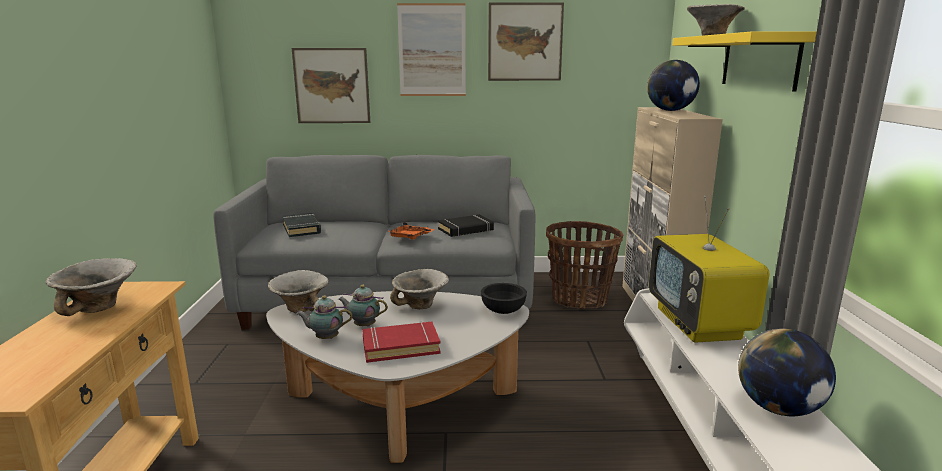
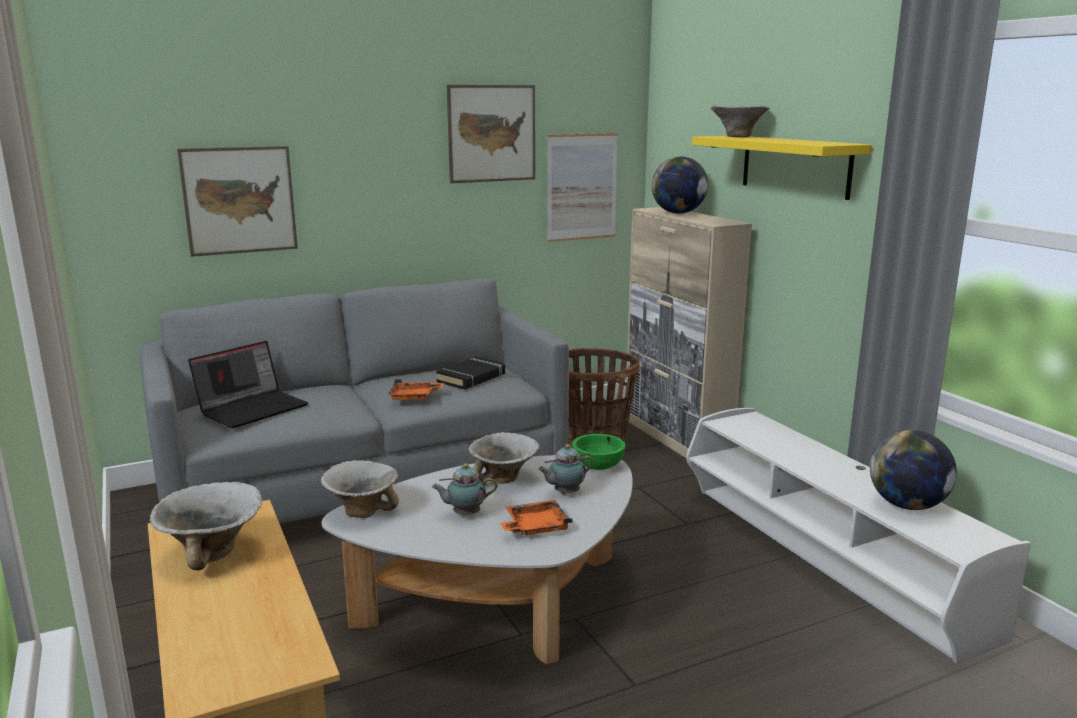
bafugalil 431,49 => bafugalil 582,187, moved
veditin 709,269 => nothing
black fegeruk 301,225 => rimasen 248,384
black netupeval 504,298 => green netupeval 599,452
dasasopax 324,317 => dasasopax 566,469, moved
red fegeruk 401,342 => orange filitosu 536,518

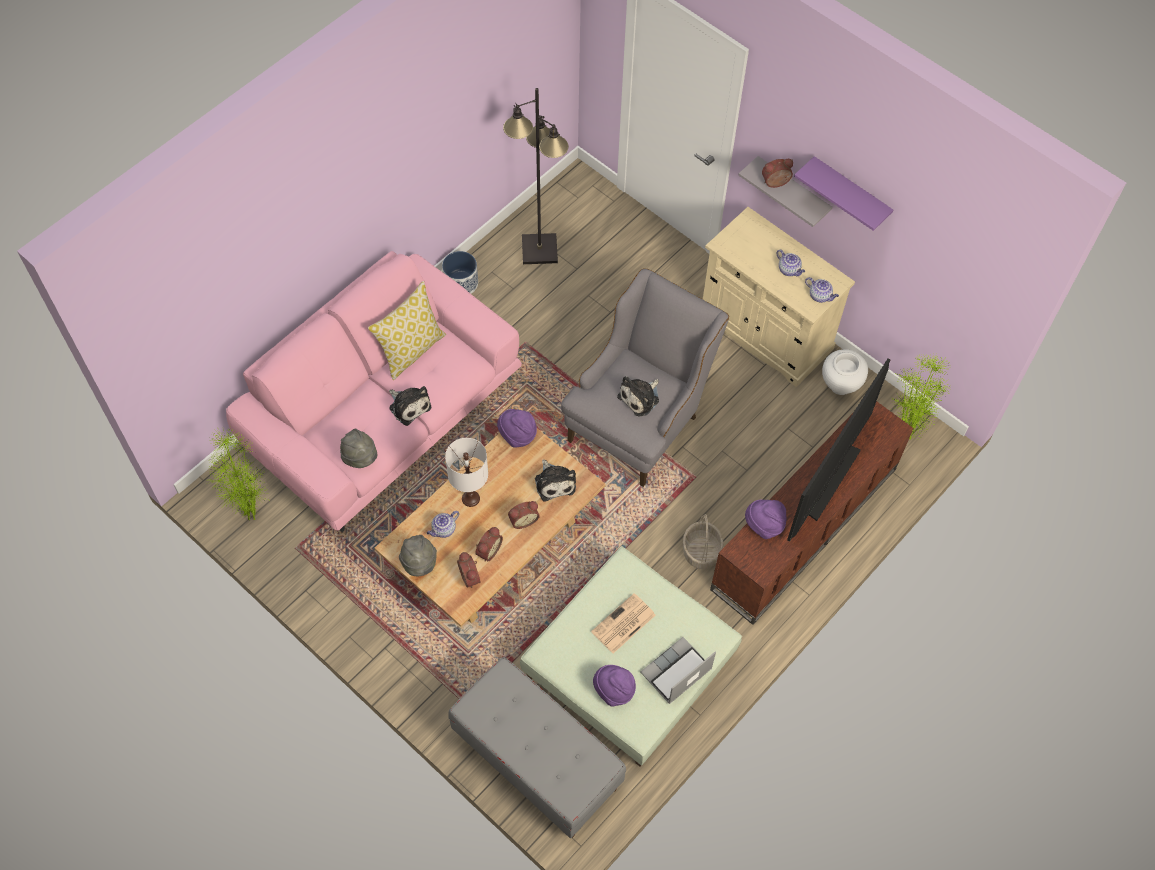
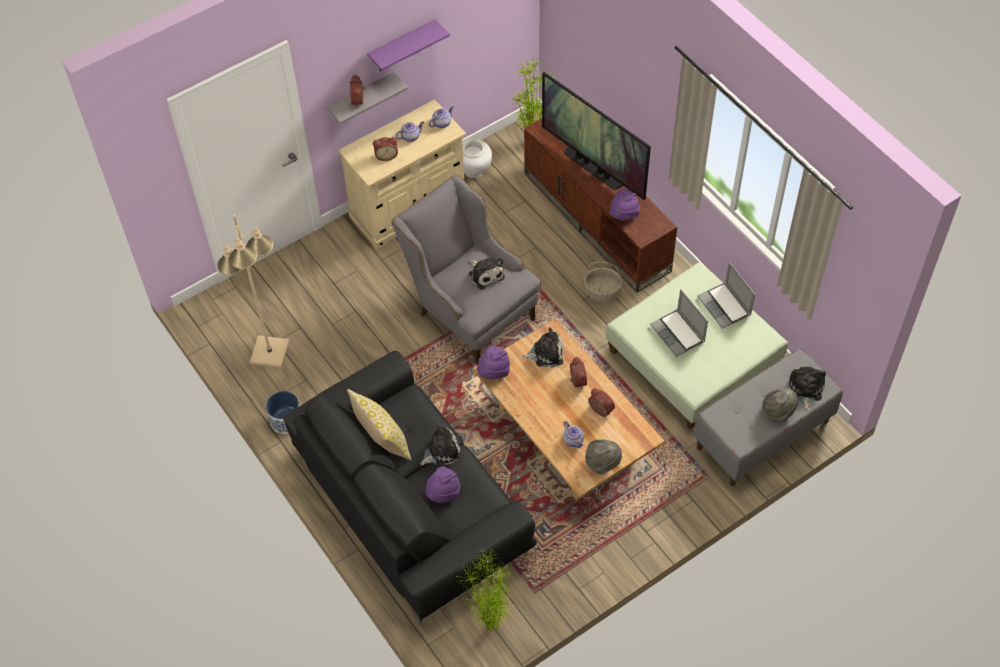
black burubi 536,176 => beige burubi 254,291
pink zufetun 374,391 => black zufetun 410,487
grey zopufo 358,448 => grey zopufo 780,404, moved
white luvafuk 466,472 => nothing
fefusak 468,570 => fefusak 385,149, moved
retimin 623,623 => rimasen 679,323
purple zopufo 614,686 => purple zopufo 442,485, moved
nothing => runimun 807,388

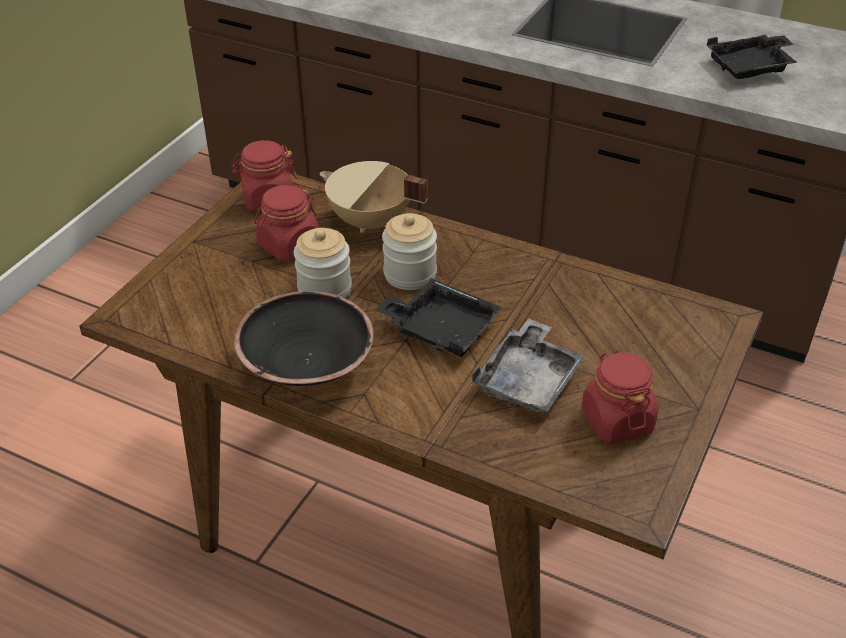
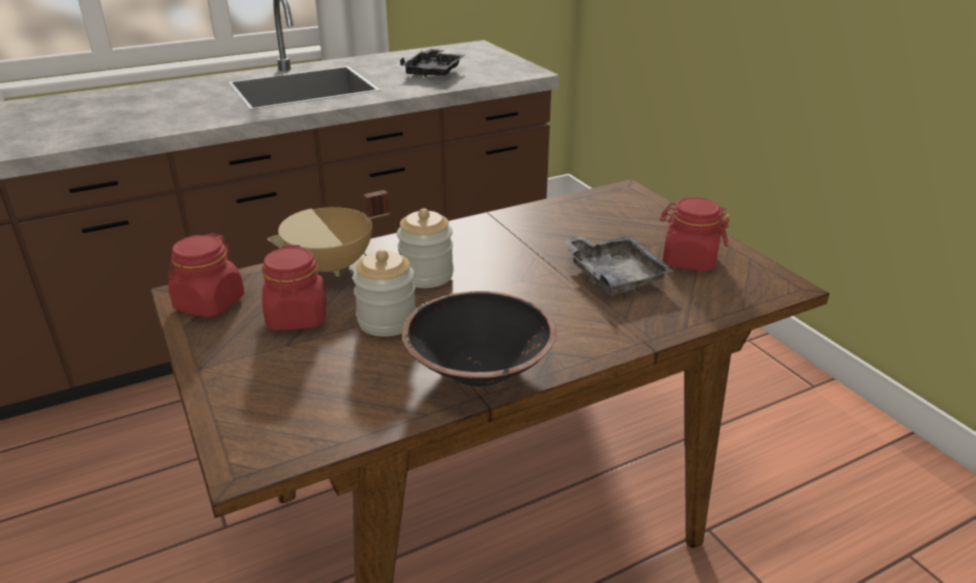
black filitosu 438,317 => nothing

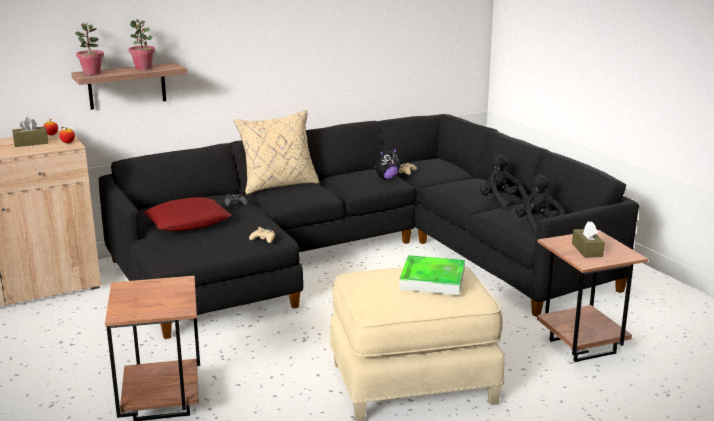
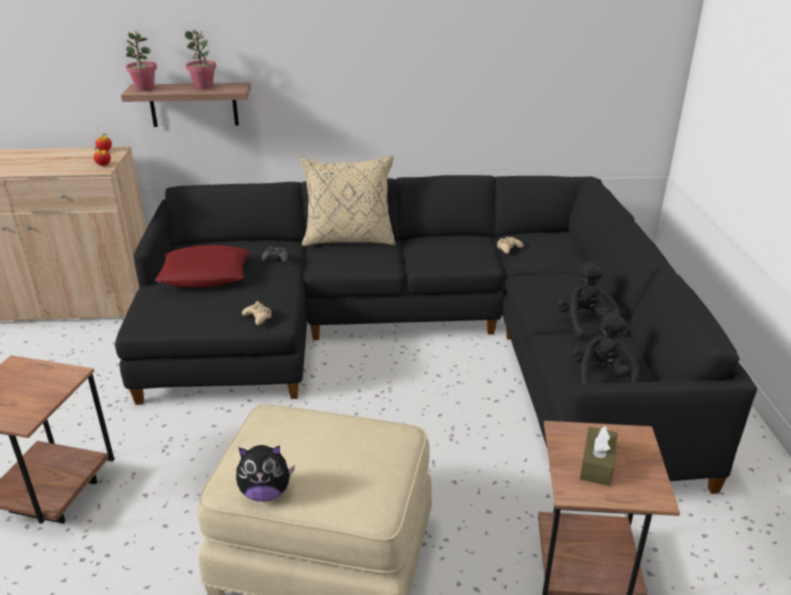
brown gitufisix 30,132 => nothing
runimun 387,163 => runimun 265,473, moved
filitosu 432,275 => nothing

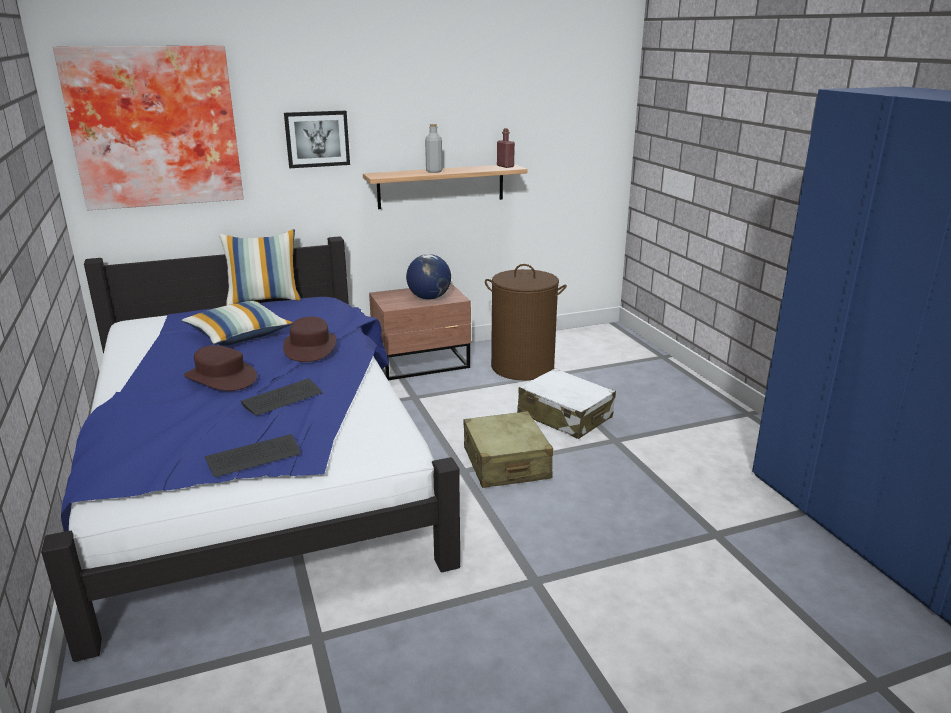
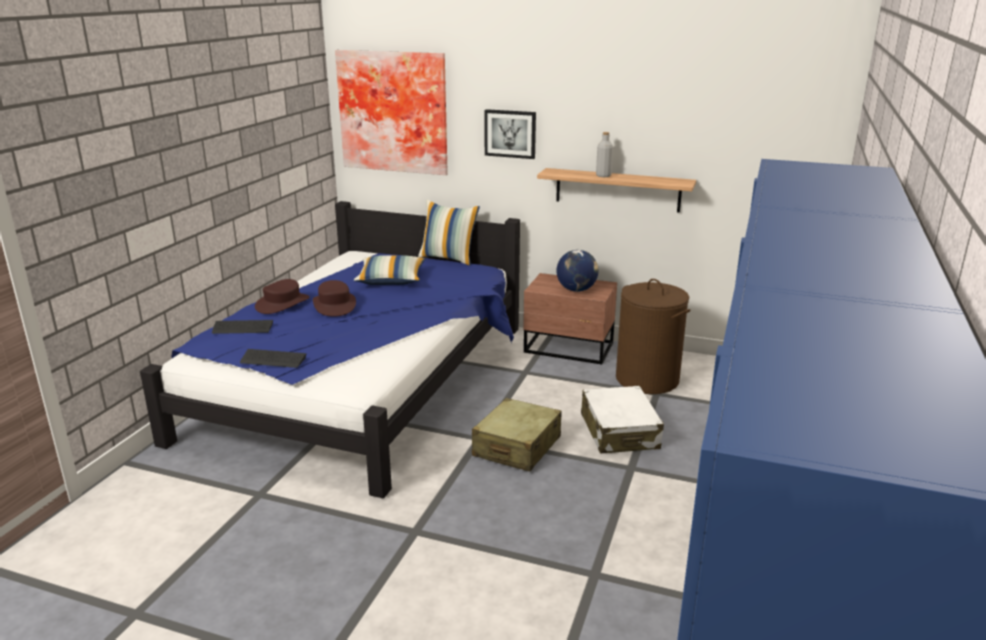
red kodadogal 506,148 => nothing
brown zopufo 309,339 => brown zopufo 282,296, moved
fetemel 281,397 => fetemel 242,327, moved

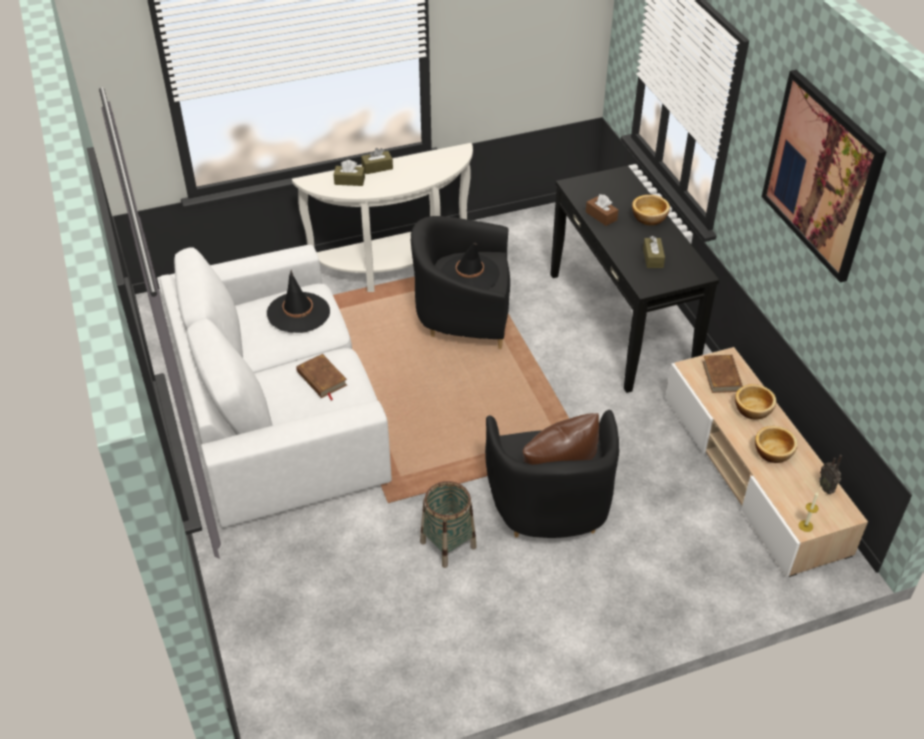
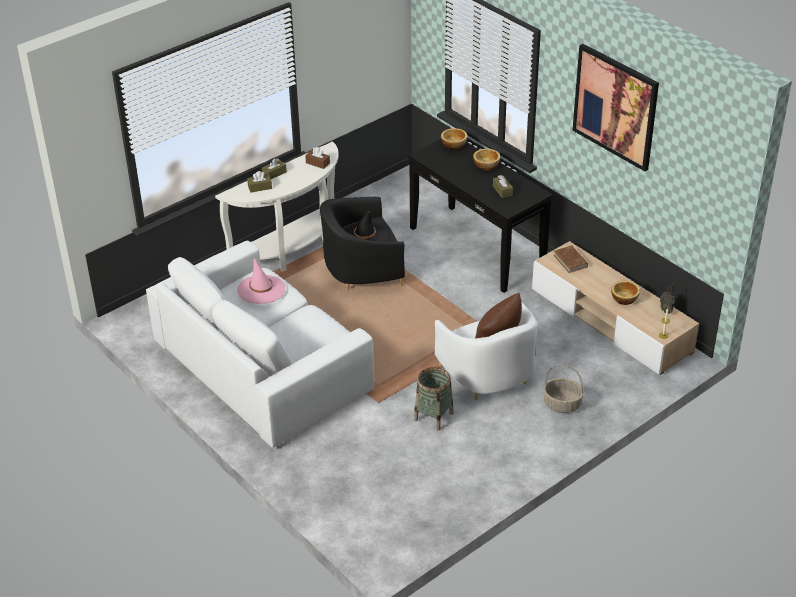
brown gitufisix 602,210 => brown gitufisix 317,158, moved
black zopufo 298,301 => pink zopufo 261,281
brown fegeruk 321,377 => nothing
netupeval 755,402 => netupeval 454,139, moved
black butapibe 552,474 => white butapibe 486,351
nothing => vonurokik 563,389

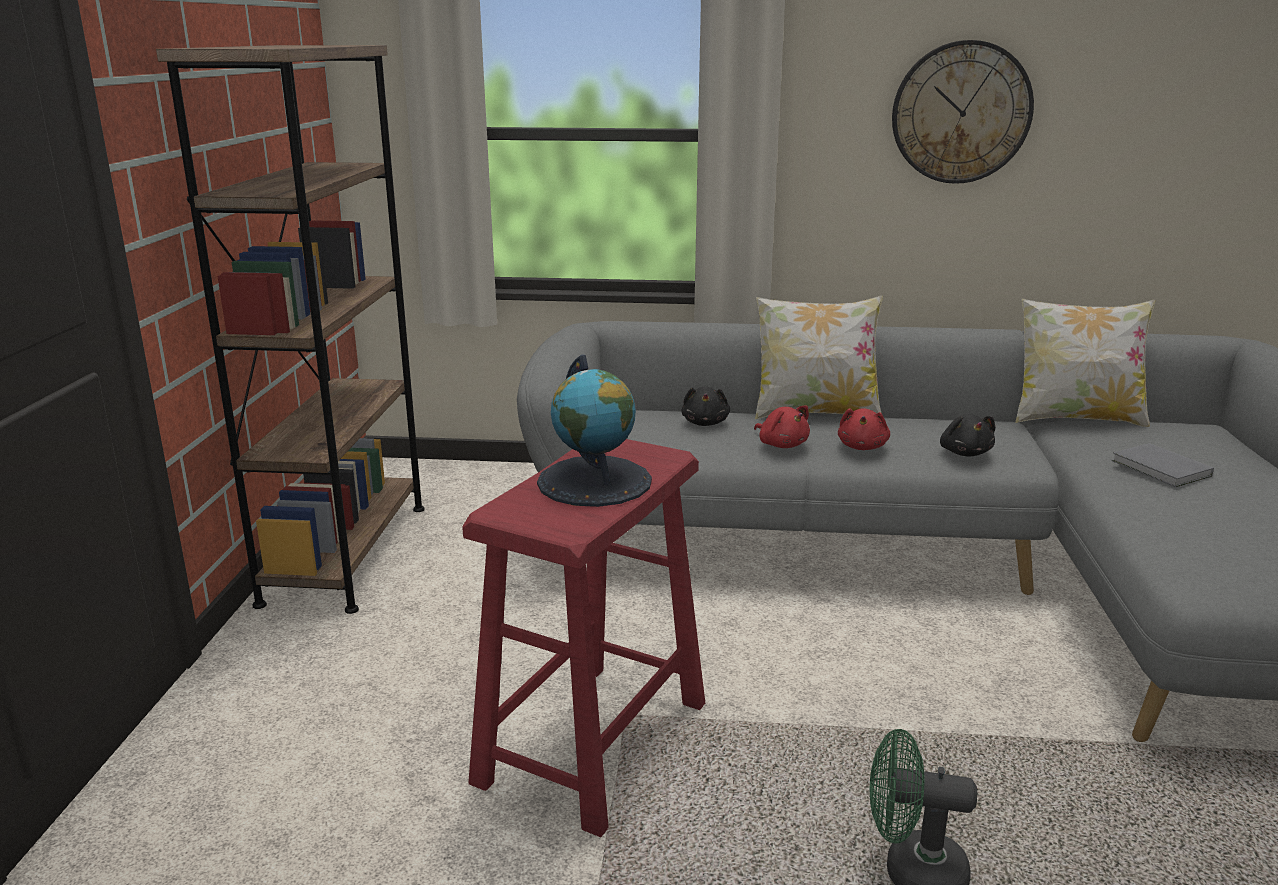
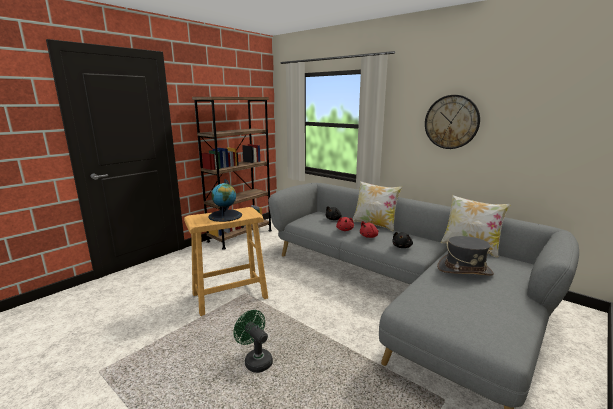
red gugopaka 583,638 => beige gugopaka 226,261
grey fegeruk 1163,465 => grey zopufo 465,255

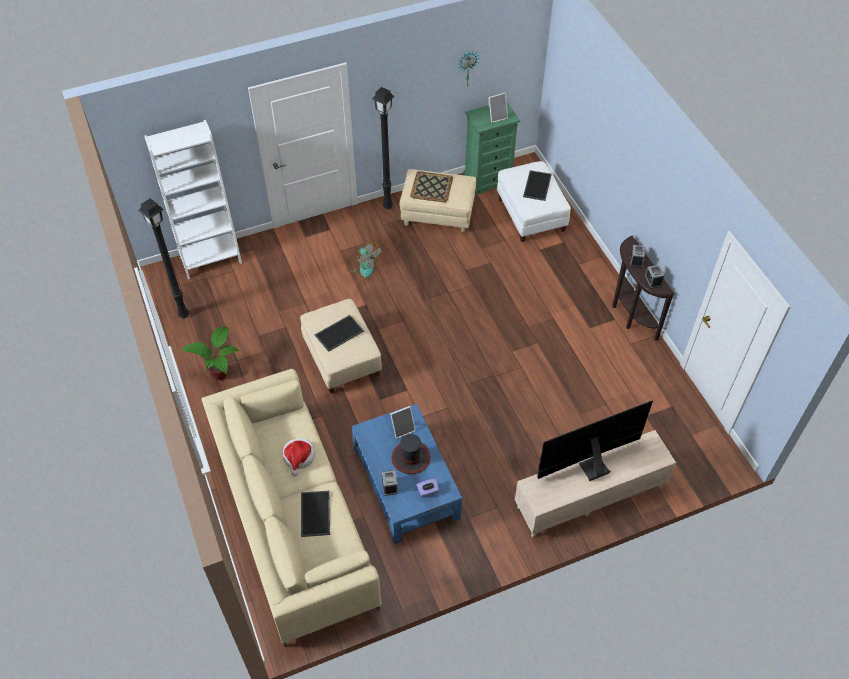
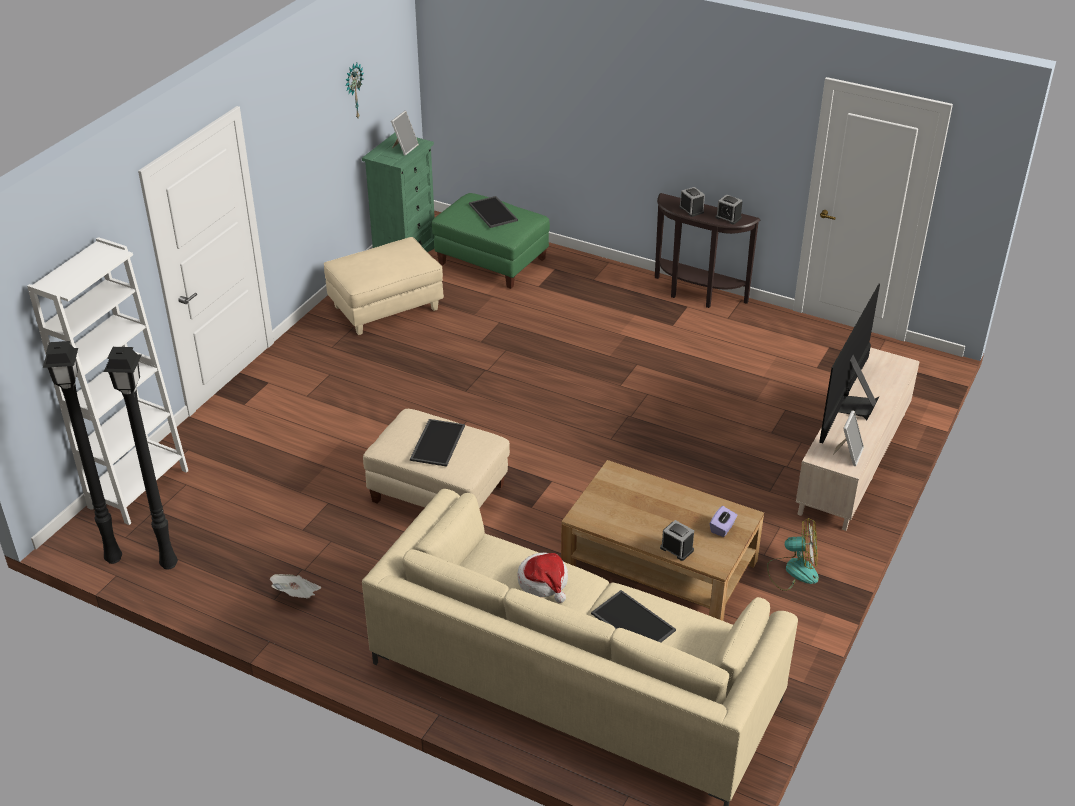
black burubi 383,148 => black burubi 82,452, moved
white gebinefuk 534,201 => green gebinefuk 491,241
filitosu 431,186 => nothing
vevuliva 364,259 => vevuliva 793,554, moved
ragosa 210,353 => retimin 295,586
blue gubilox 407,474 => brown gubilox 662,540
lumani 403,422 => lumani 848,438, moved
zopufo 411,454 => nothing

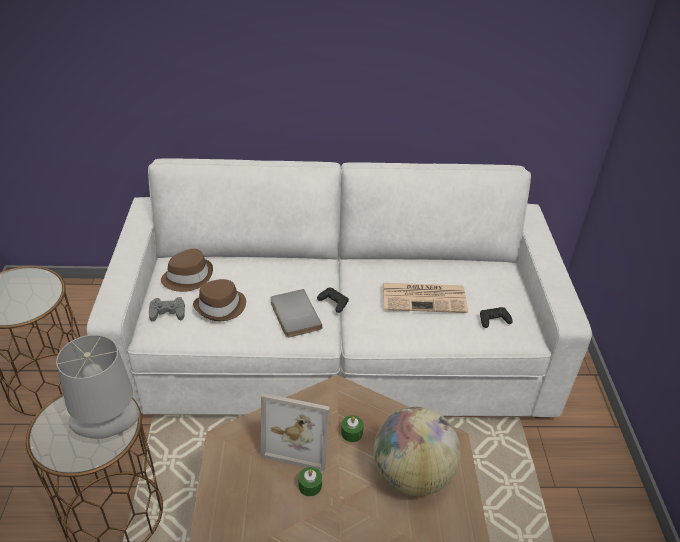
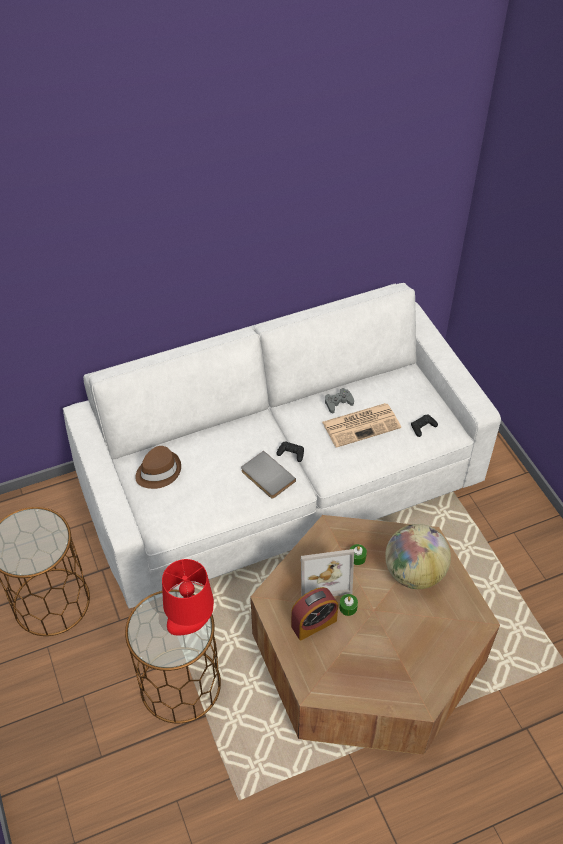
brown zopufo 219,300 => nothing
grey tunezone 167,309 => grey tunezone 339,400, moved
grey luvafuk 97,387 => red luvafuk 188,597
nothing => fefusak 314,613

